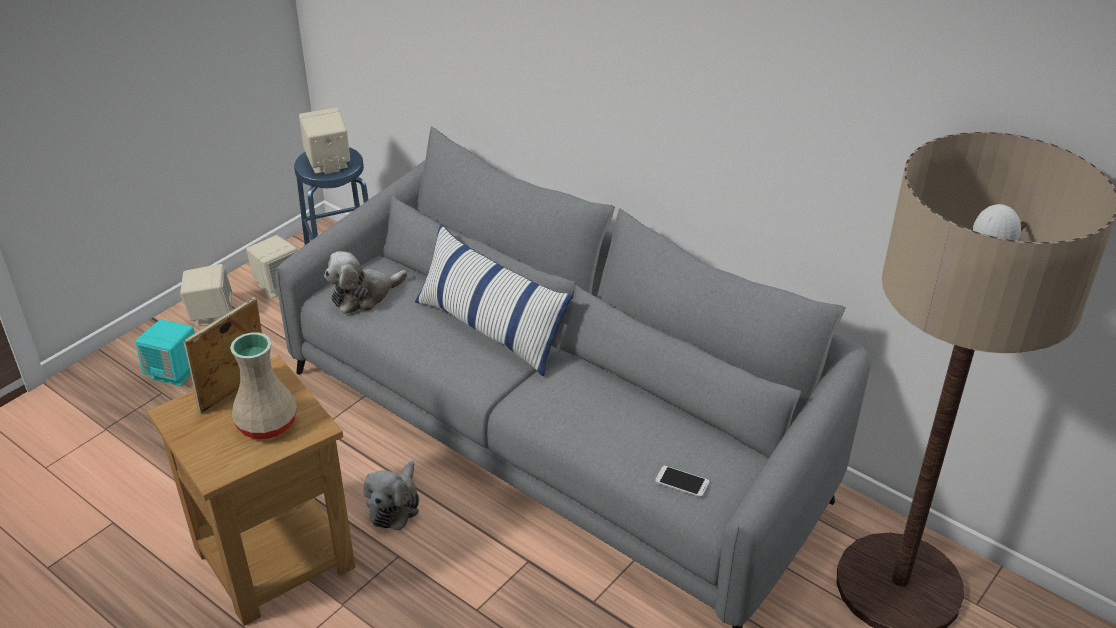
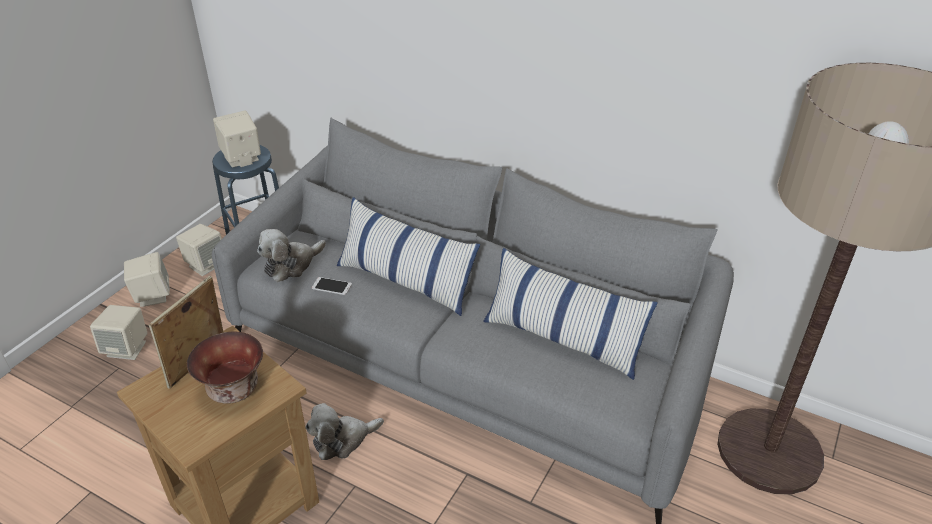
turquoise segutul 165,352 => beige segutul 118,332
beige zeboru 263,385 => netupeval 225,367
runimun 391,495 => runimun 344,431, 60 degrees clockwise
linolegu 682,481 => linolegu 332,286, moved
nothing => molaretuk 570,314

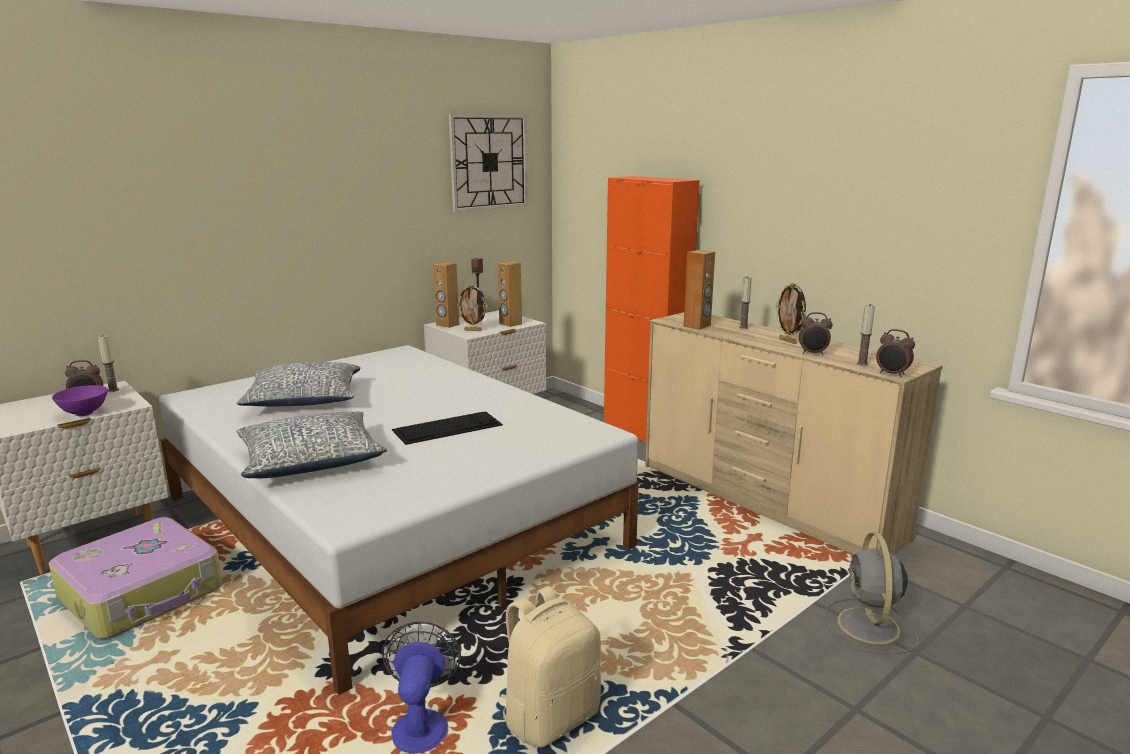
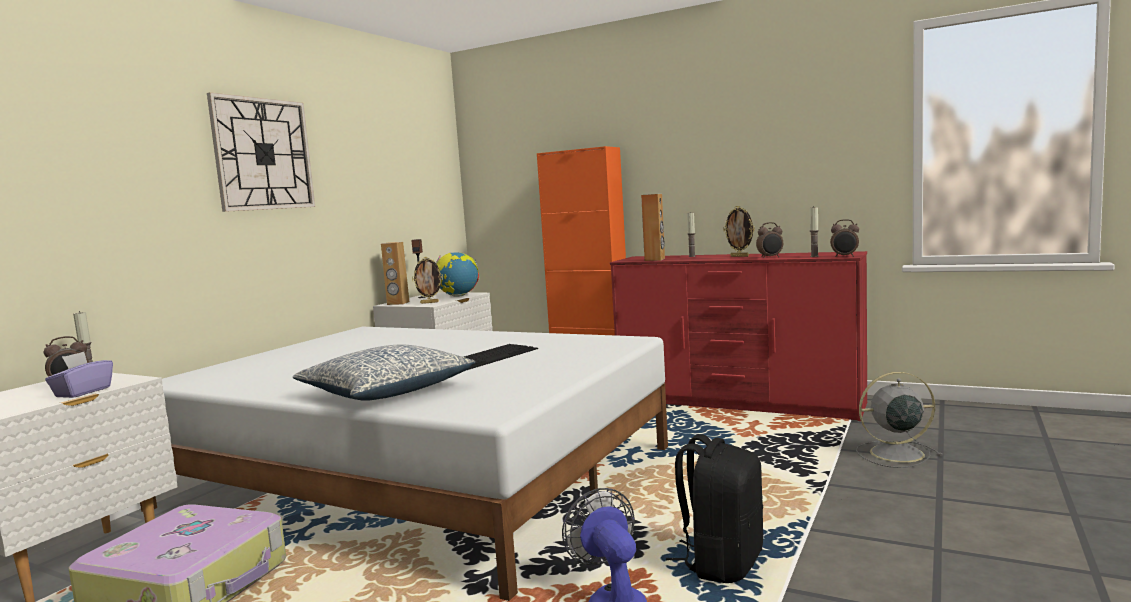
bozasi 488,163 => bozasi 261,152, moved
brown segutul 510,294 => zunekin 457,274
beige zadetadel 794,433 => red zadetadel 738,336
molaretuk 298,384 => nothing
purple netupeval 80,400 => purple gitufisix 79,375
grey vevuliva 871,593 => grey vevuliva 899,420, 105 degrees clockwise
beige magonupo 550,666 => black magonupo 714,508

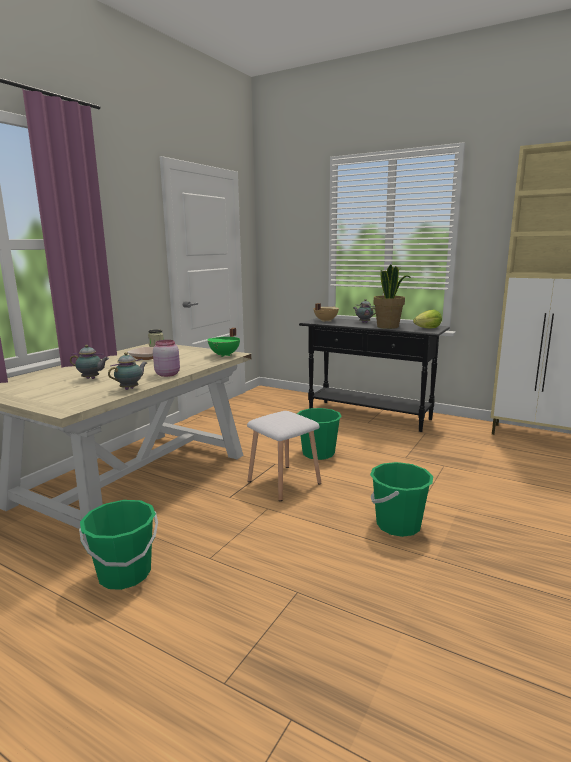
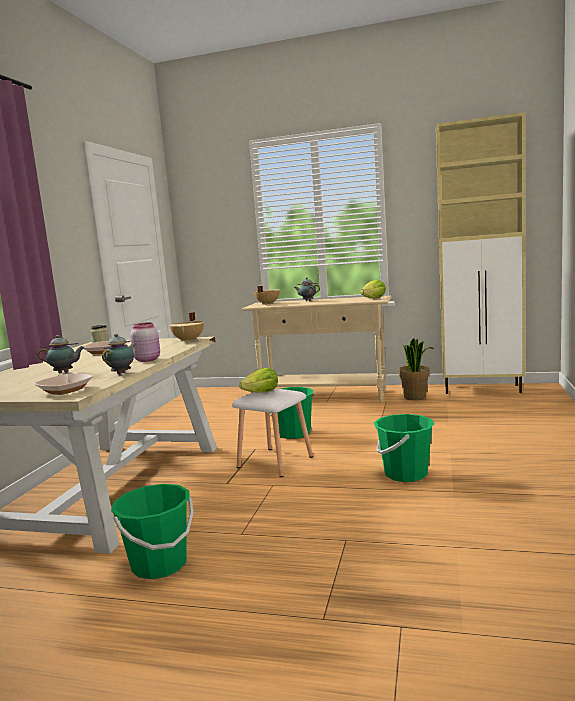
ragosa 392,296 => ragosa 416,369, moved
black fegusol 374,375 => beige fegusol 316,349
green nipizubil 224,342 => beige nipizubil 186,327
nothing => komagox 258,380
nothing => netupeval 63,384

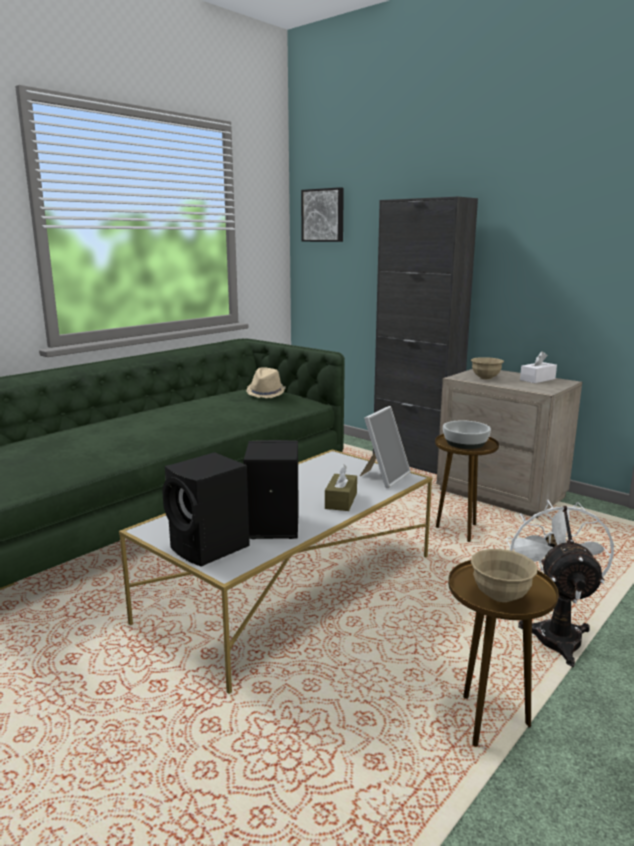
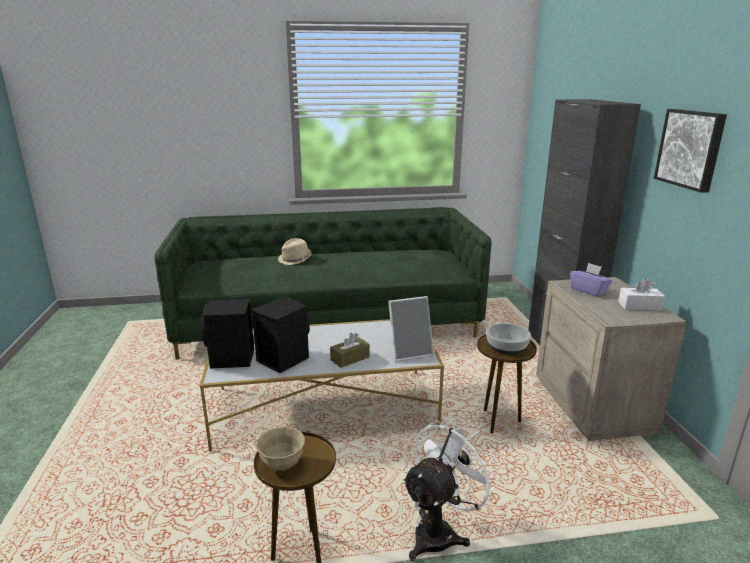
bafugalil 322,214 => bafugalil 690,151, moved
beige netupeval 487,368 => purple gitufisix 591,280
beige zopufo 266,382 => beige zopufo 294,251, moved

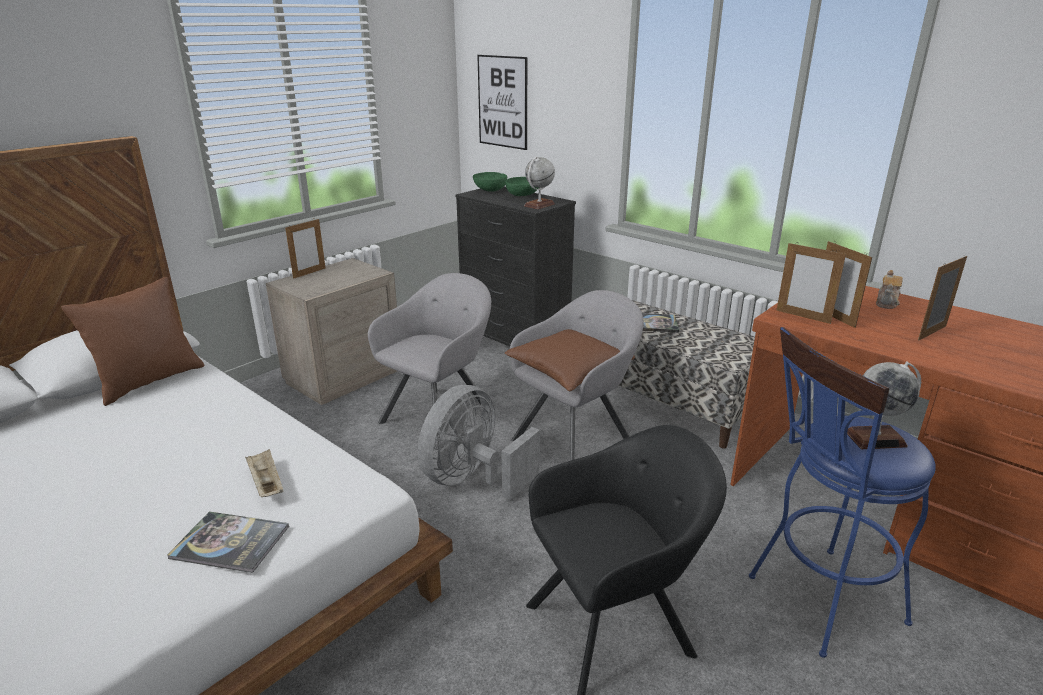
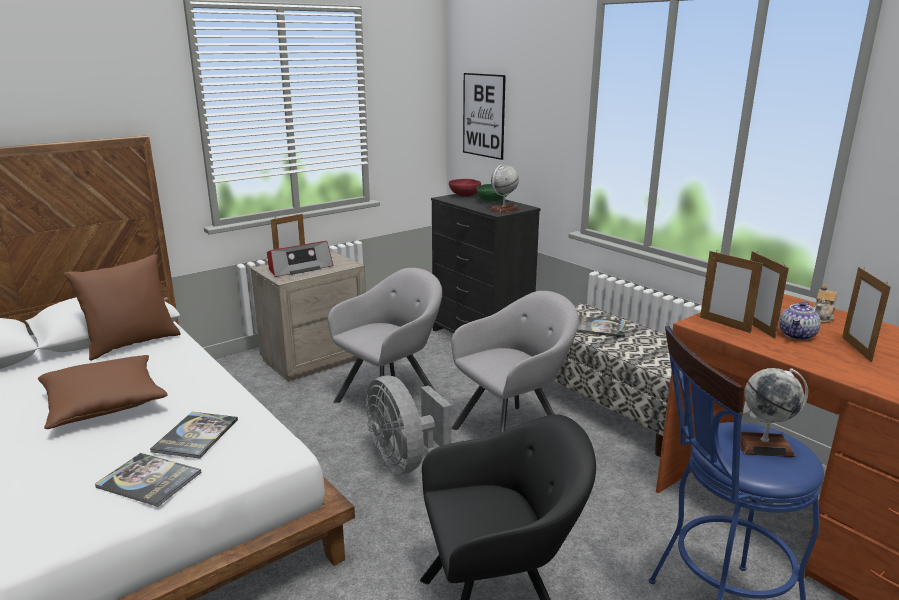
green netupeval 490,182 => red netupeval 465,188
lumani 942,297 => lumani 866,314, 60 degrees counterclockwise
brown molaretuk 570,360 => brown molaretuk 103,392, moved
grey vevuliva 479,442 => grey vevuliva 408,425, 75 degrees counterclockwise
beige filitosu 264,473 => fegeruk 194,435
nothing => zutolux 300,259
nothing => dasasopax 800,320

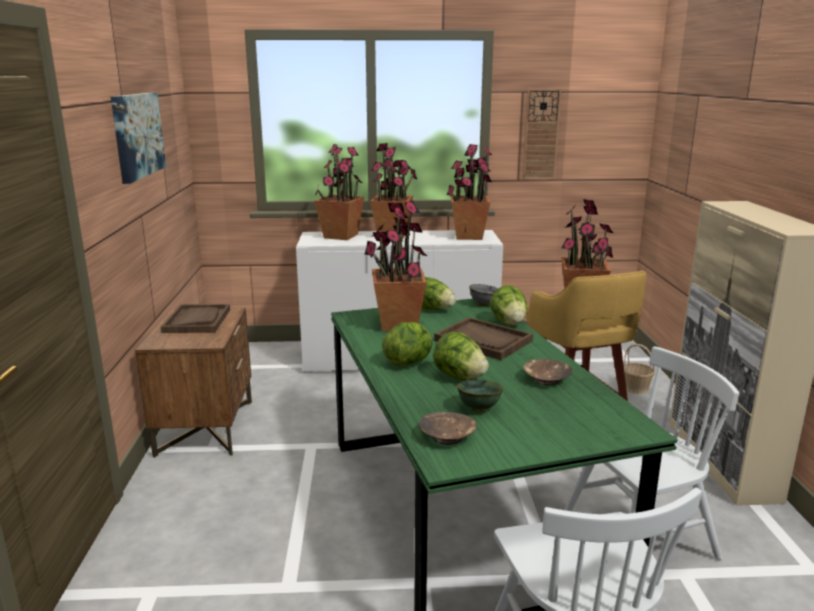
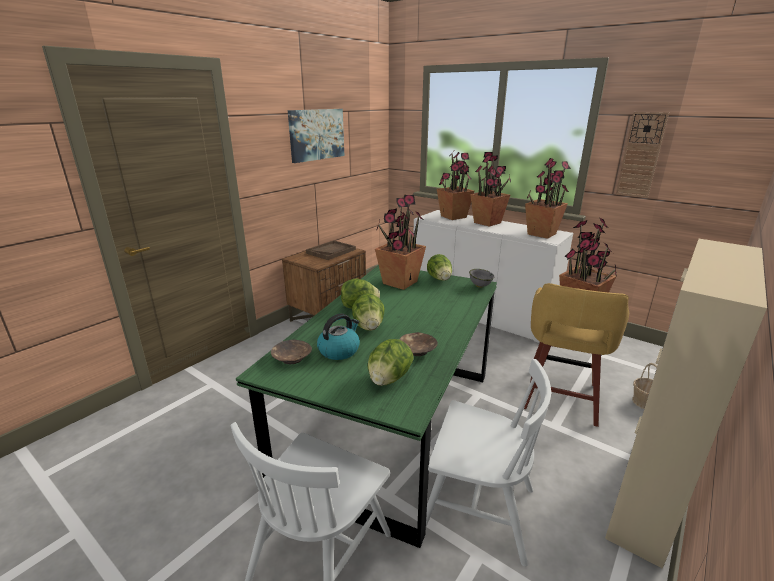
komagox 509,305 => komagox 391,362, moved
brown filitosu 483,338 => nothing
green netupeval 480,396 => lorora 338,336

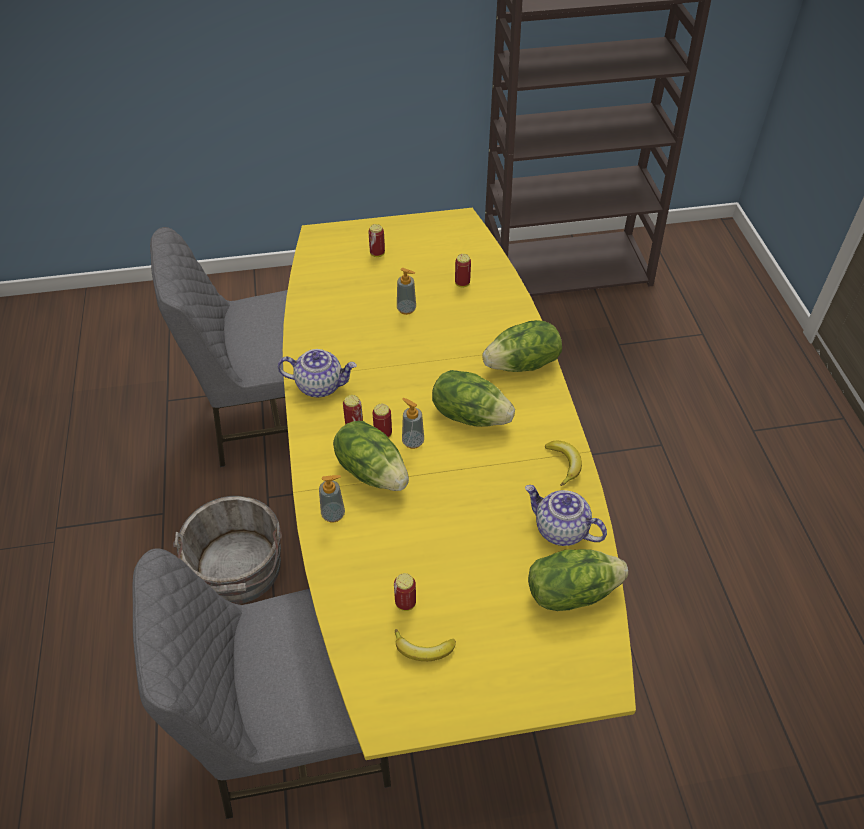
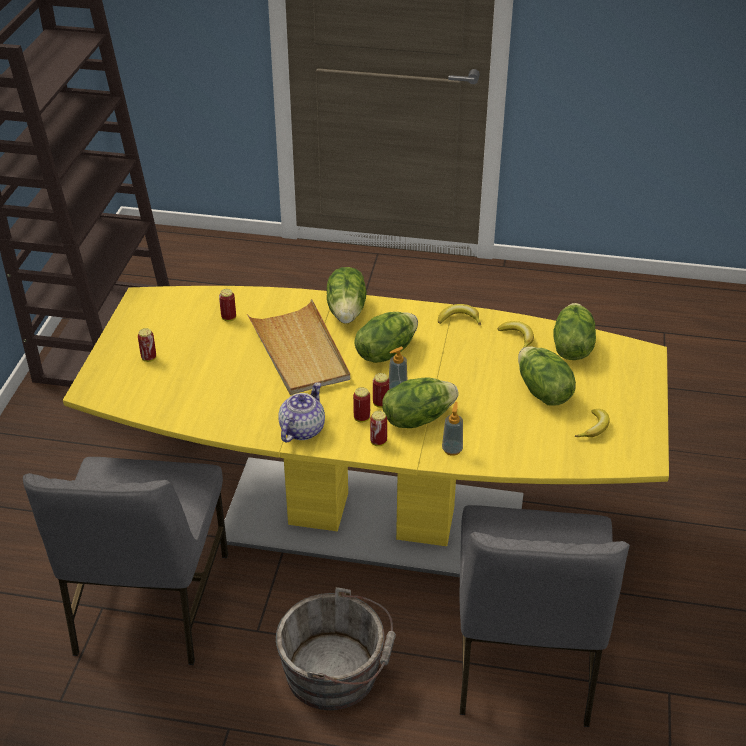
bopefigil 406,291 => nothing
dasasopax 566,515 => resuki 516,334
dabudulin 405,592 => dabudulin 378,428, moved
nothing => beige filitosu 298,347
nothing => komagox 547,376

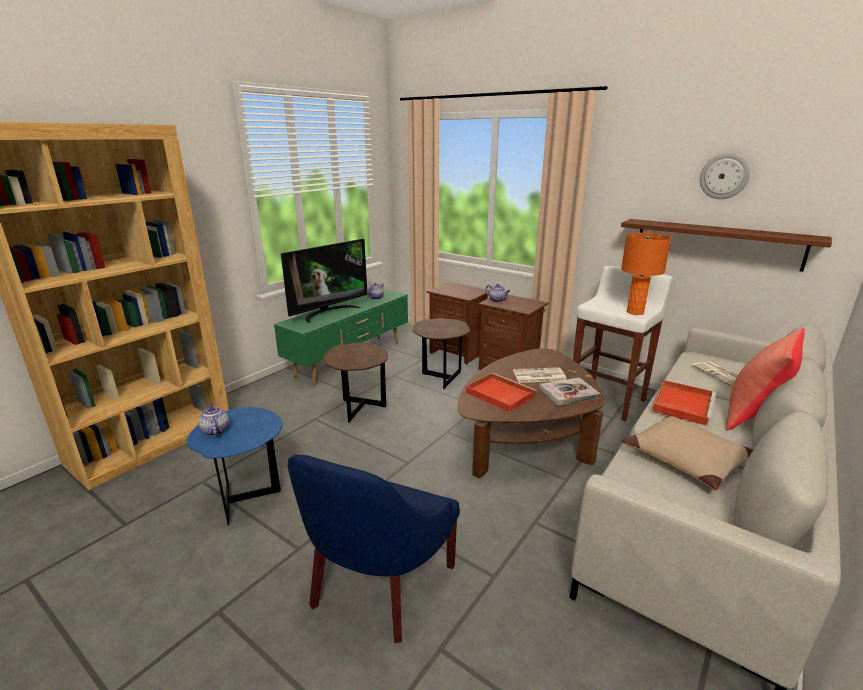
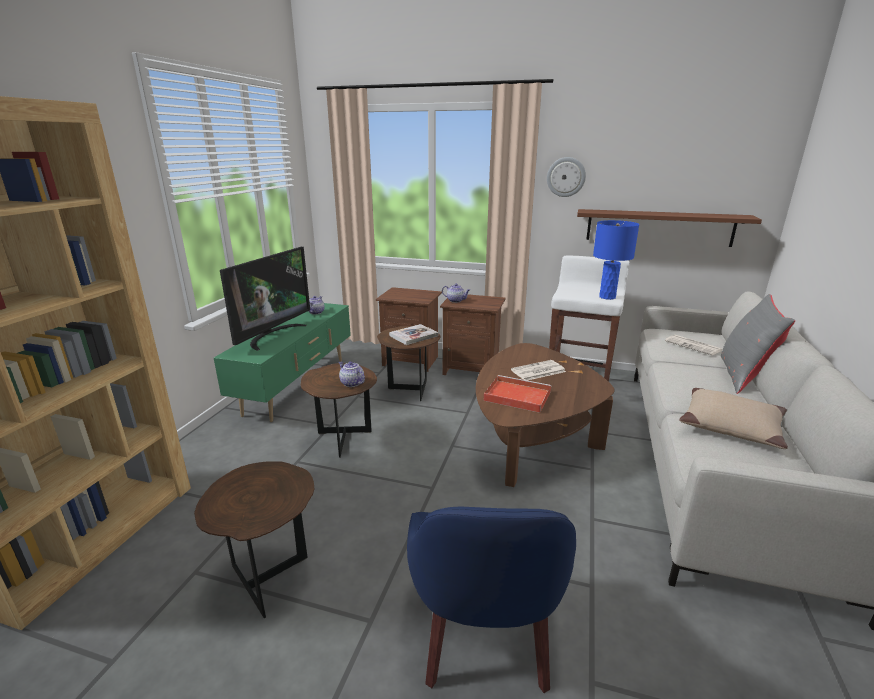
bozasi 725,176 => bozasi 566,177, moved
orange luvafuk 646,273 => blue luvafuk 616,260
red molaretuk 765,379 => grey molaretuk 758,344
fegeruk 569,391 => fegeruk 413,334, moved
red filitosu 684,403 => nothing
dasasopax 213,419 => dasasopax 352,374, moved
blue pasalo 234,466 => brown pasalo 254,540

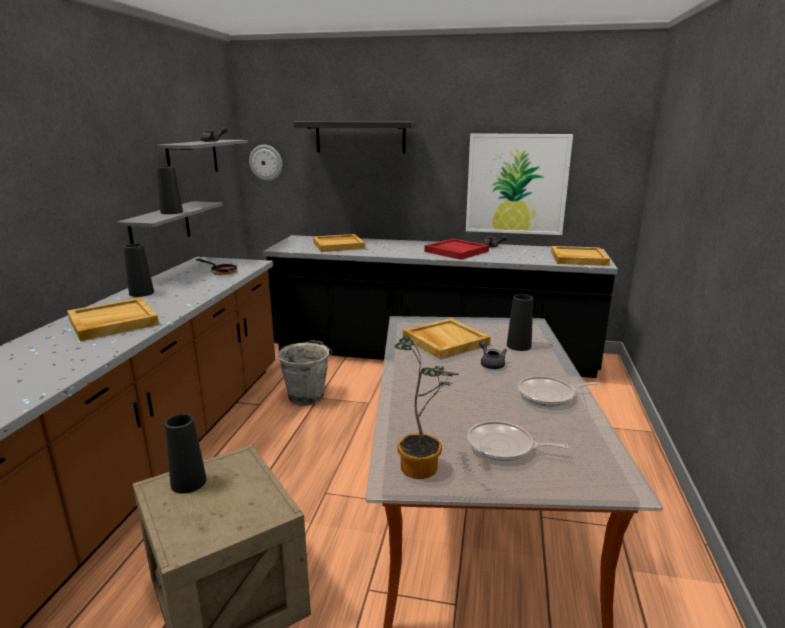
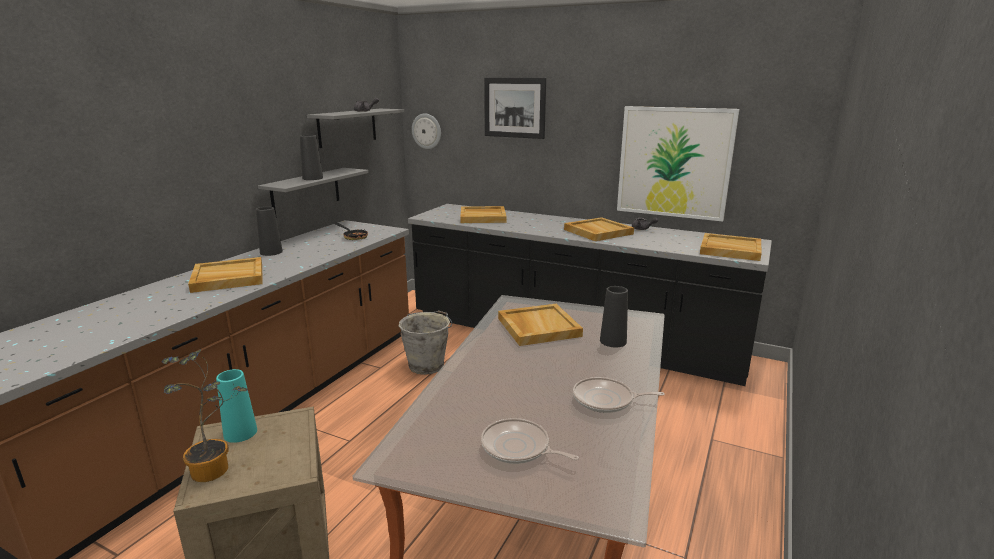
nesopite 355,137 => bafugalil 515,108
red filitosu 456,249 => beige filitosu 599,229
ragosa 427,407 => ragosa 205,415, moved
grey dasasopax 493,354 => nothing
black zeboru 186,454 => turquoise zeboru 236,406

